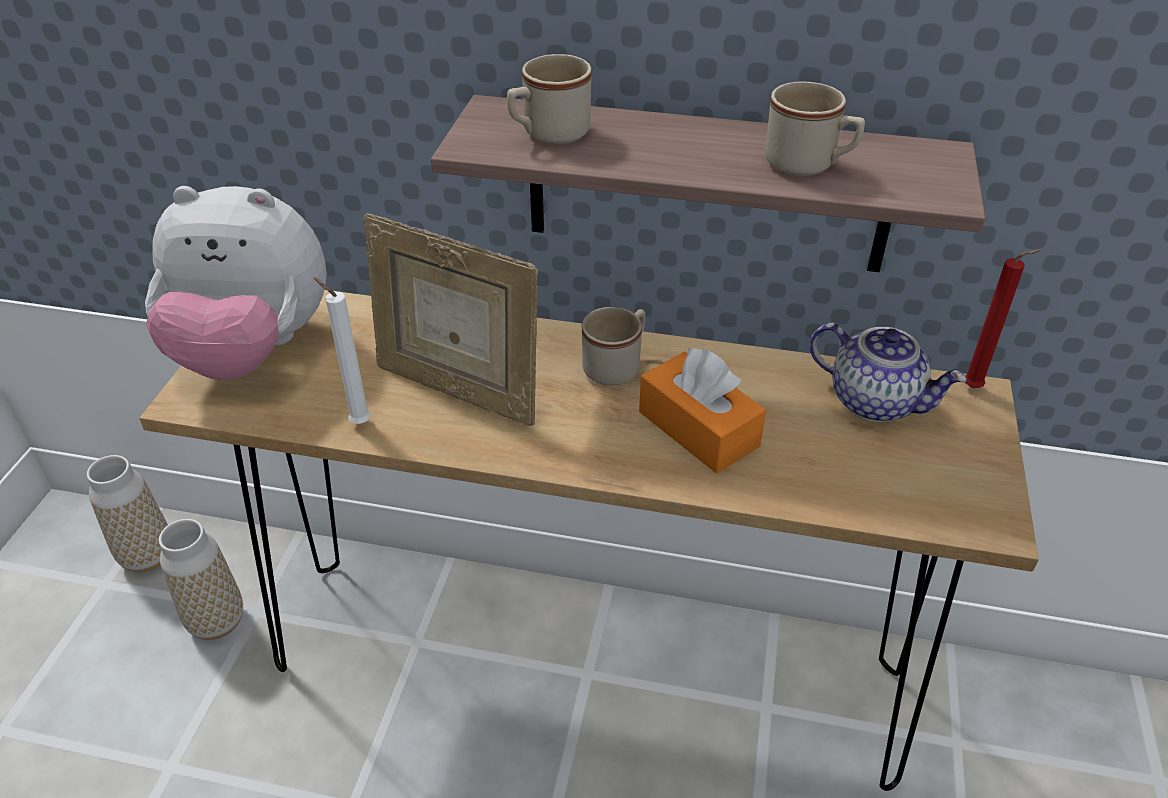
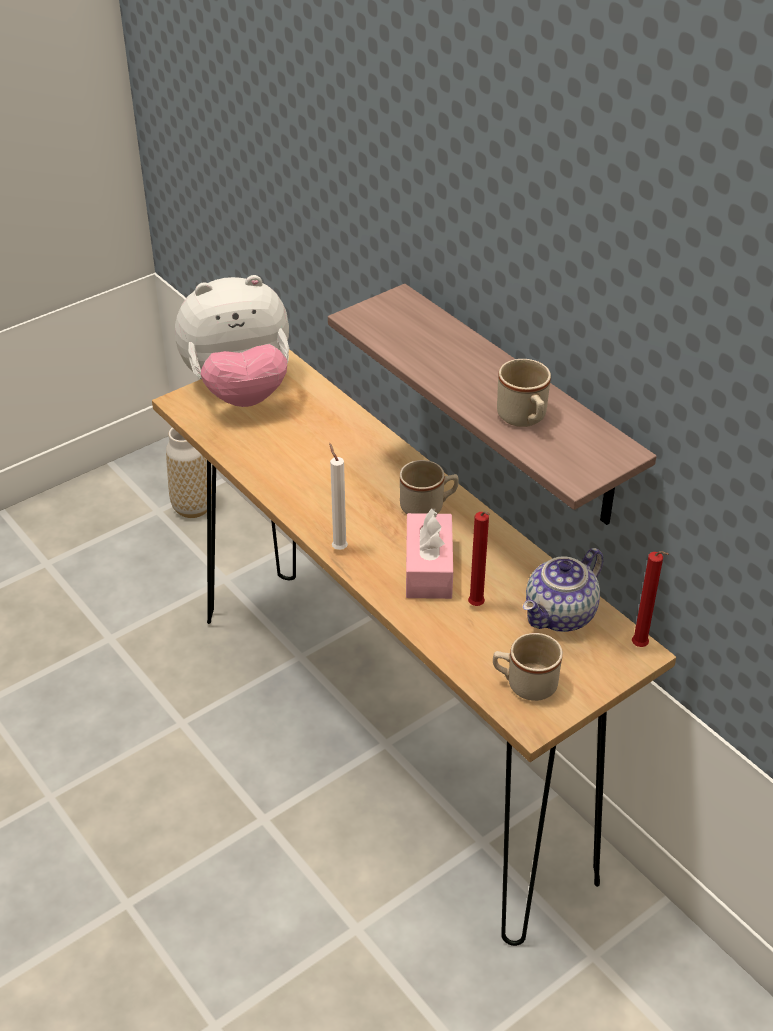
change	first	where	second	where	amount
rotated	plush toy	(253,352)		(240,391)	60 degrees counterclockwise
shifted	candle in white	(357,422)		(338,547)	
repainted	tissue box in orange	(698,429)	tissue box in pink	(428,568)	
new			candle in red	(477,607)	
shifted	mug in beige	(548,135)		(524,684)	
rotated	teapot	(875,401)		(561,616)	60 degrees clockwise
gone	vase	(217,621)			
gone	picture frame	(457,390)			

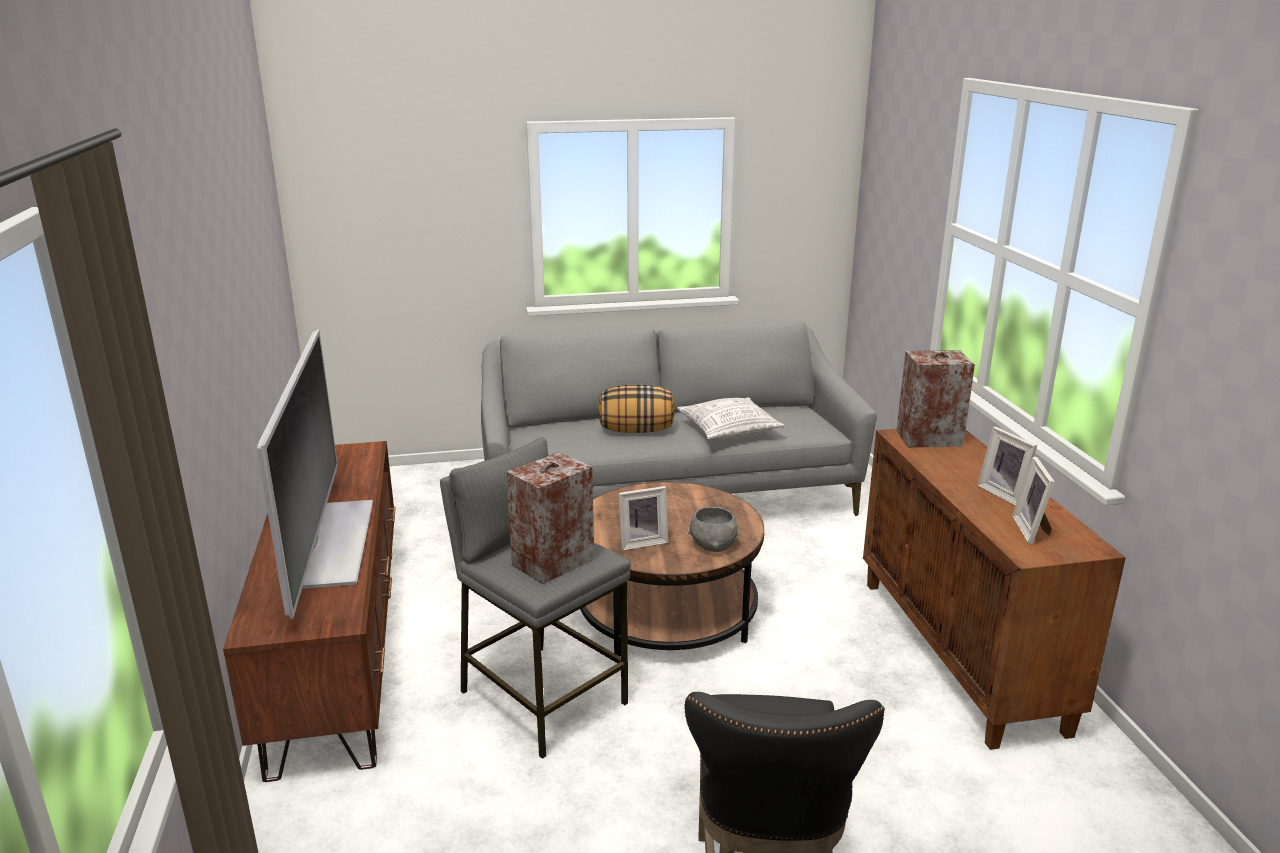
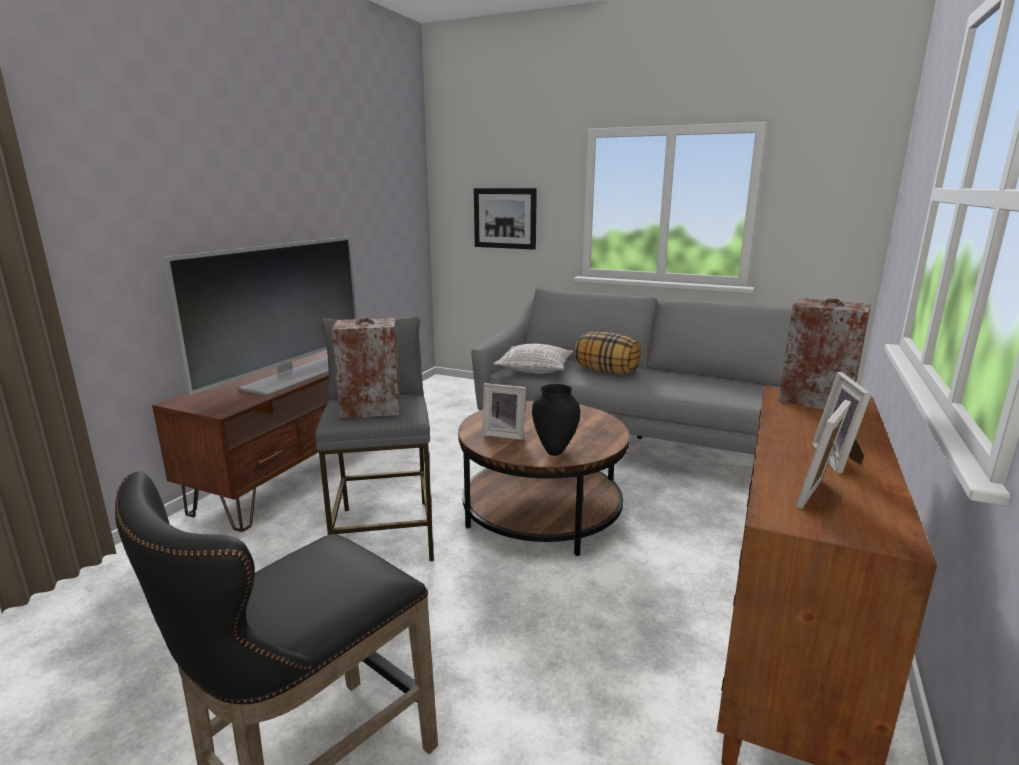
change	first	where	second	where	amount
new			picture	(505,218)	
shifted	pillow	(729,431)		(535,369)	
swapped	bowl in grey	(713,545)	vase in black	(555,451)	

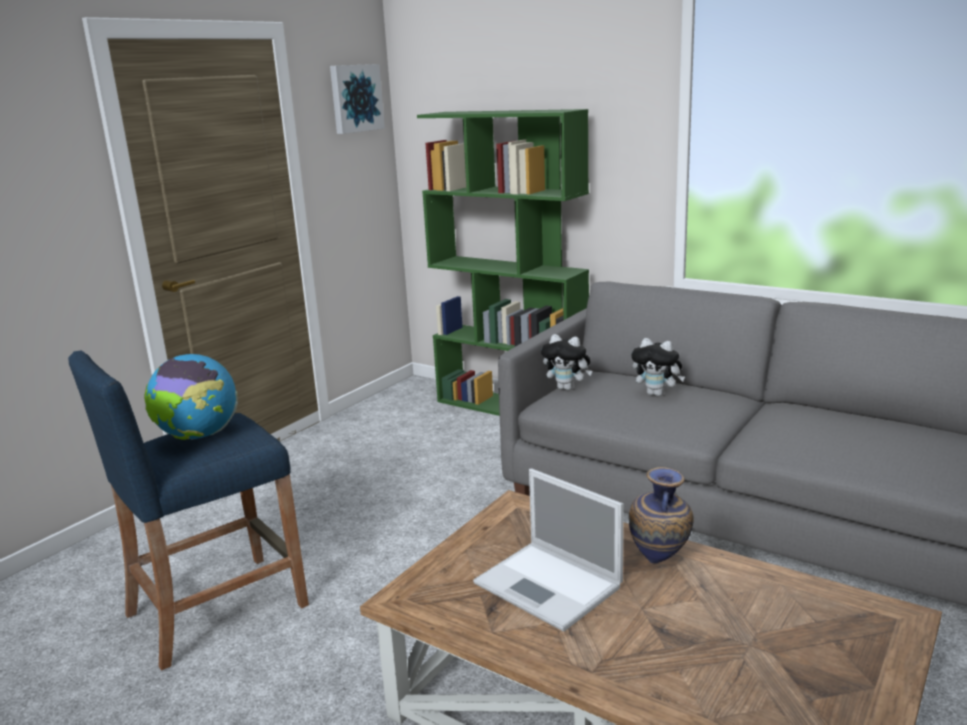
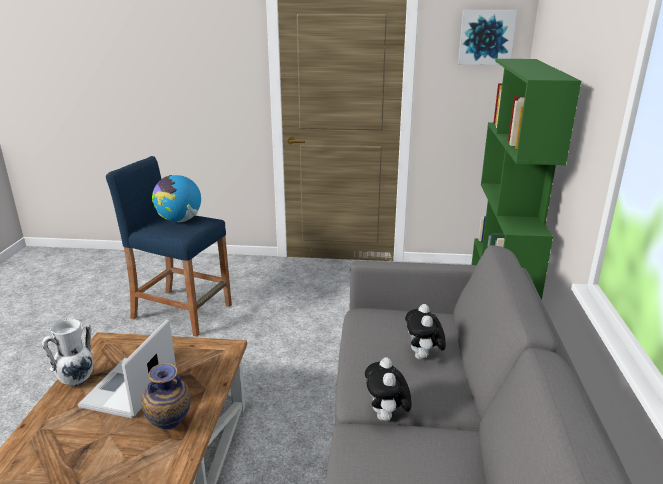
change	first	where	second	where	amount
new			vase in white	(78,380)	
shifted	plush toy	(567,388)		(386,417)	

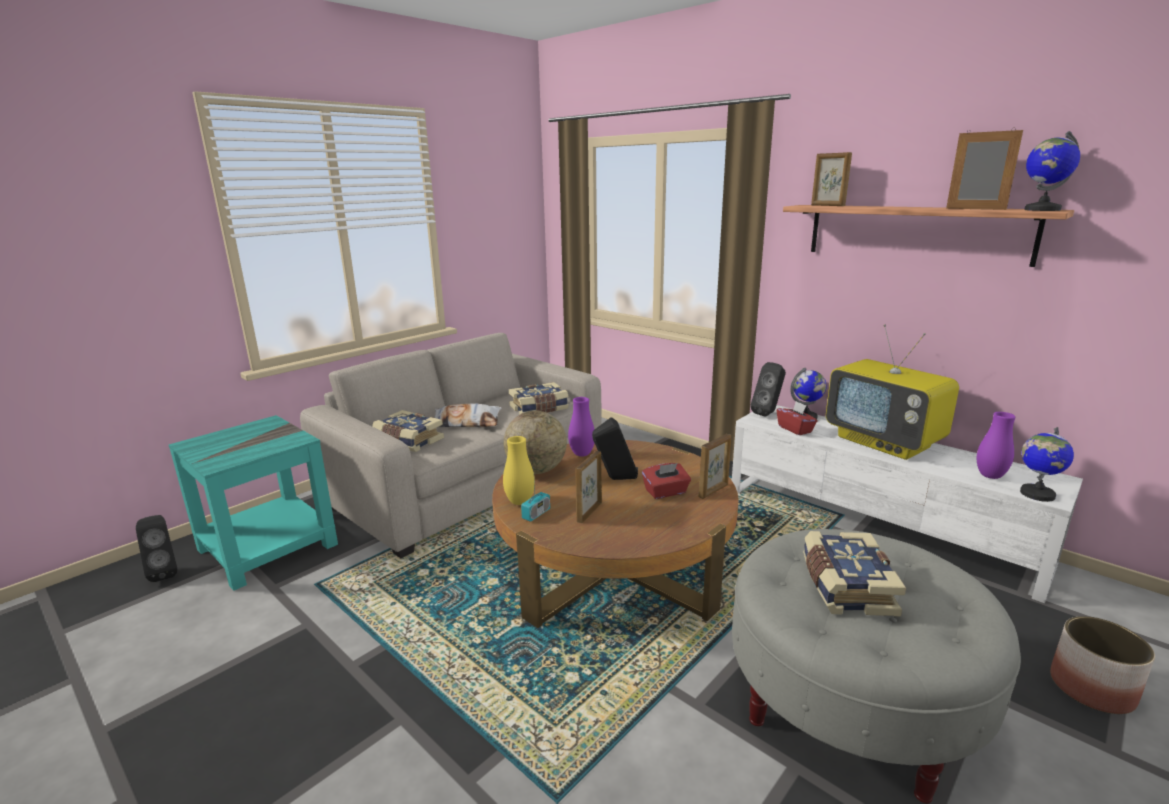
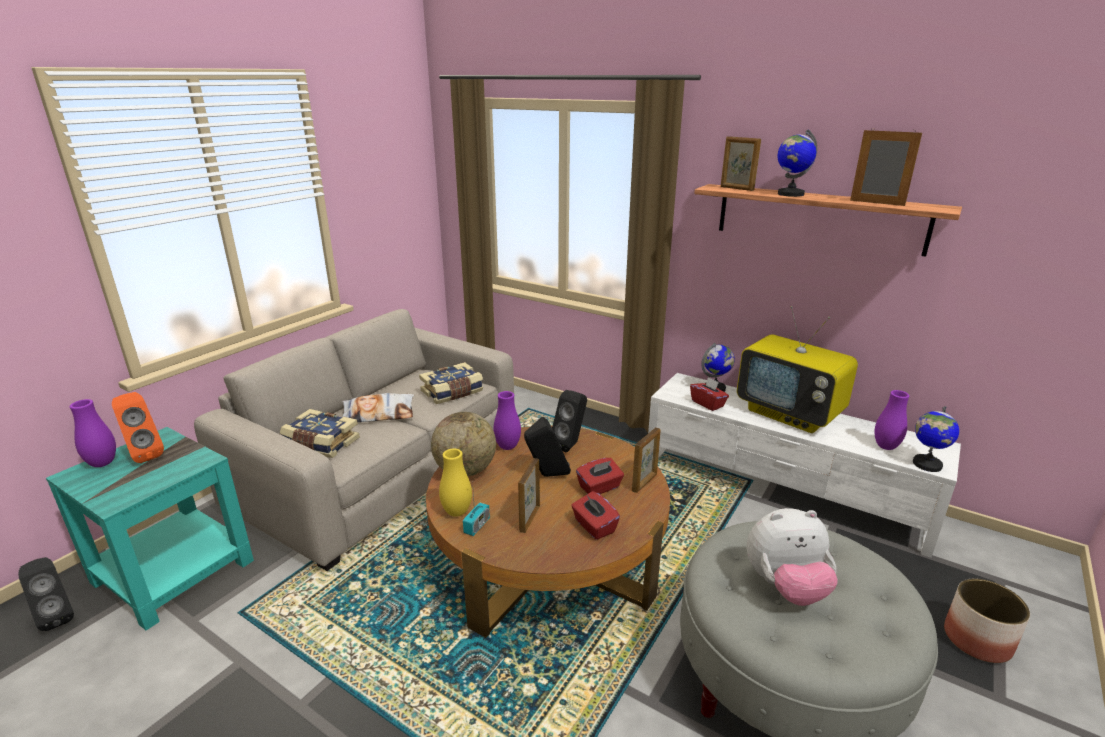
change	first	where	second	where	amount
new			vase in purple	(103,463)	
new			speaker in orange	(144,455)	
shifted	speaker in black	(768,413)		(570,445)	
new			tissue box in red	(594,526)	
swapped	book	(845,586)	plush toy	(785,587)	
shifted	globe	(1041,210)		(790,194)	

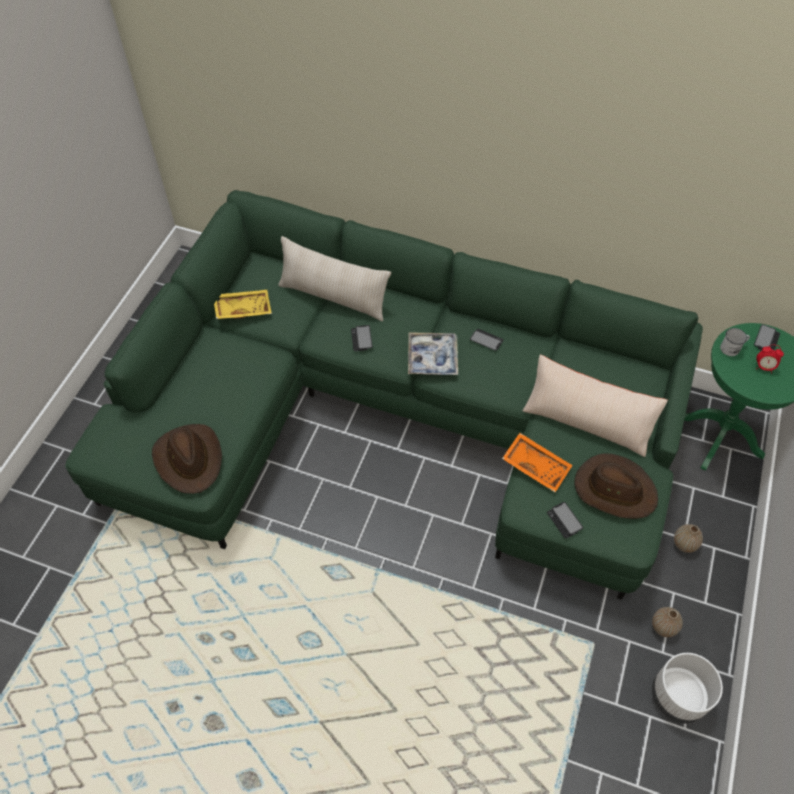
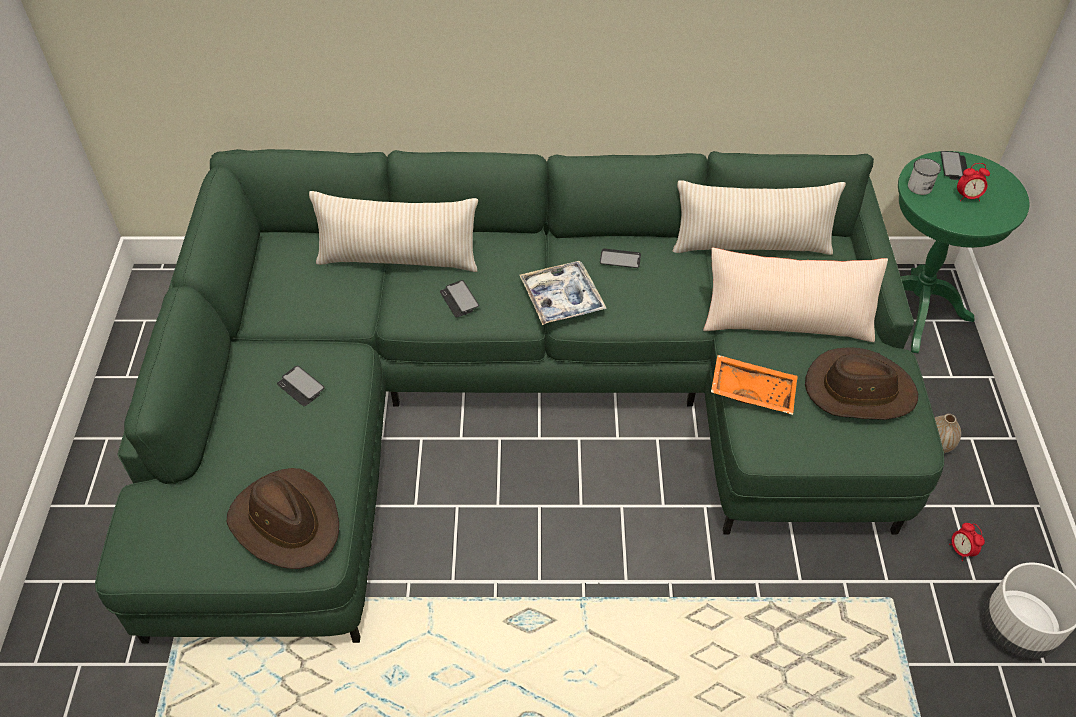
change	first	where	second	where	amount
shifted	phone	(564,520)		(301,387)	
new			pillow in beige	(751,245)	
swapped	vase	(663,627)	alarm clock	(960,550)	
gone	tray in yellow	(243,308)			

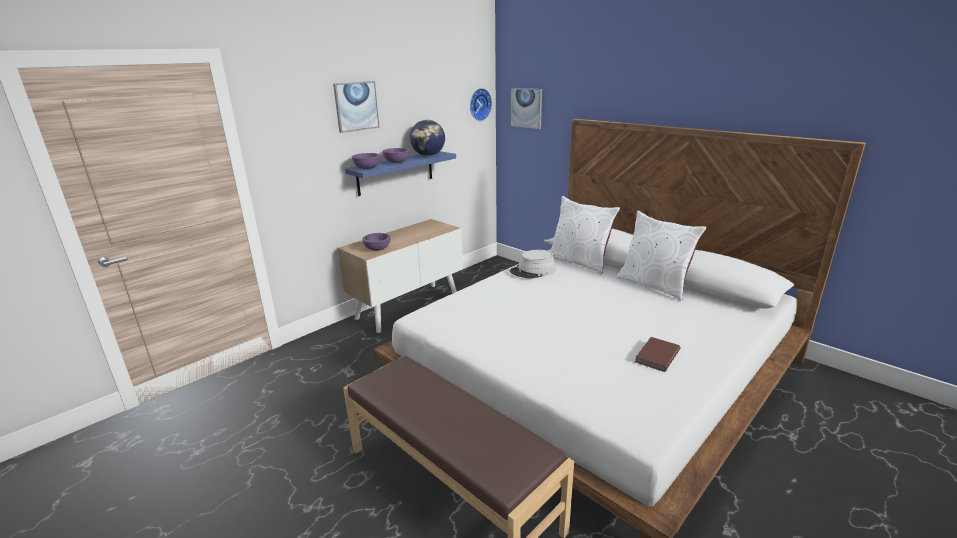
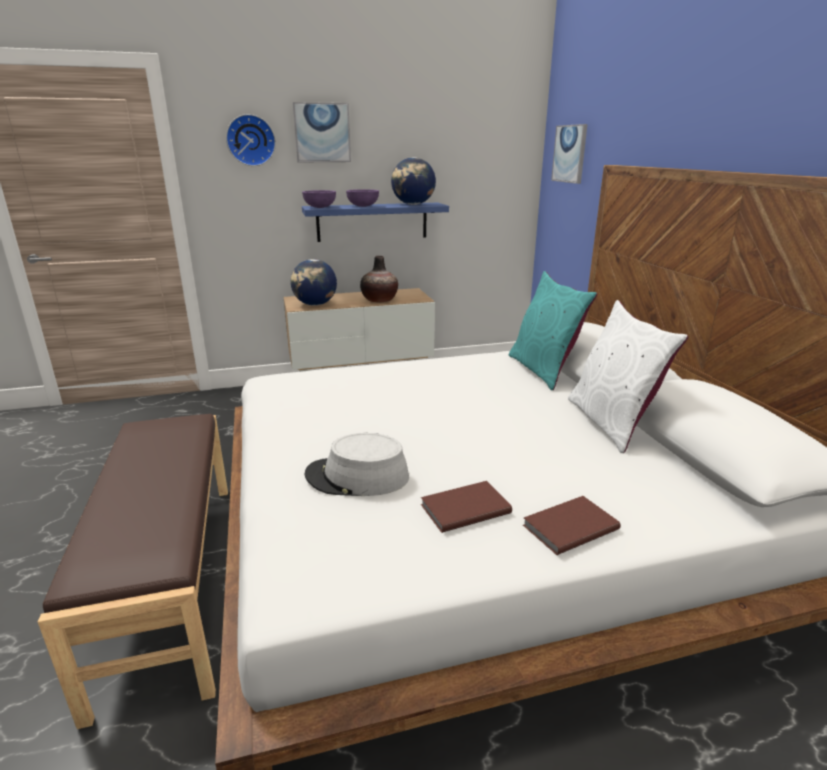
change	first	where	second	where	amount
shifted	wall clock	(479,104)		(251,140)	
swapped	bowl in purple	(377,249)	globe	(315,304)	
shifted	hat in grey	(533,271)		(357,477)	
new			vase	(379,300)	
repainted	pillow in white	(579,262)	pillow in turquoise	(543,370)	
new			book in brown	(568,526)	

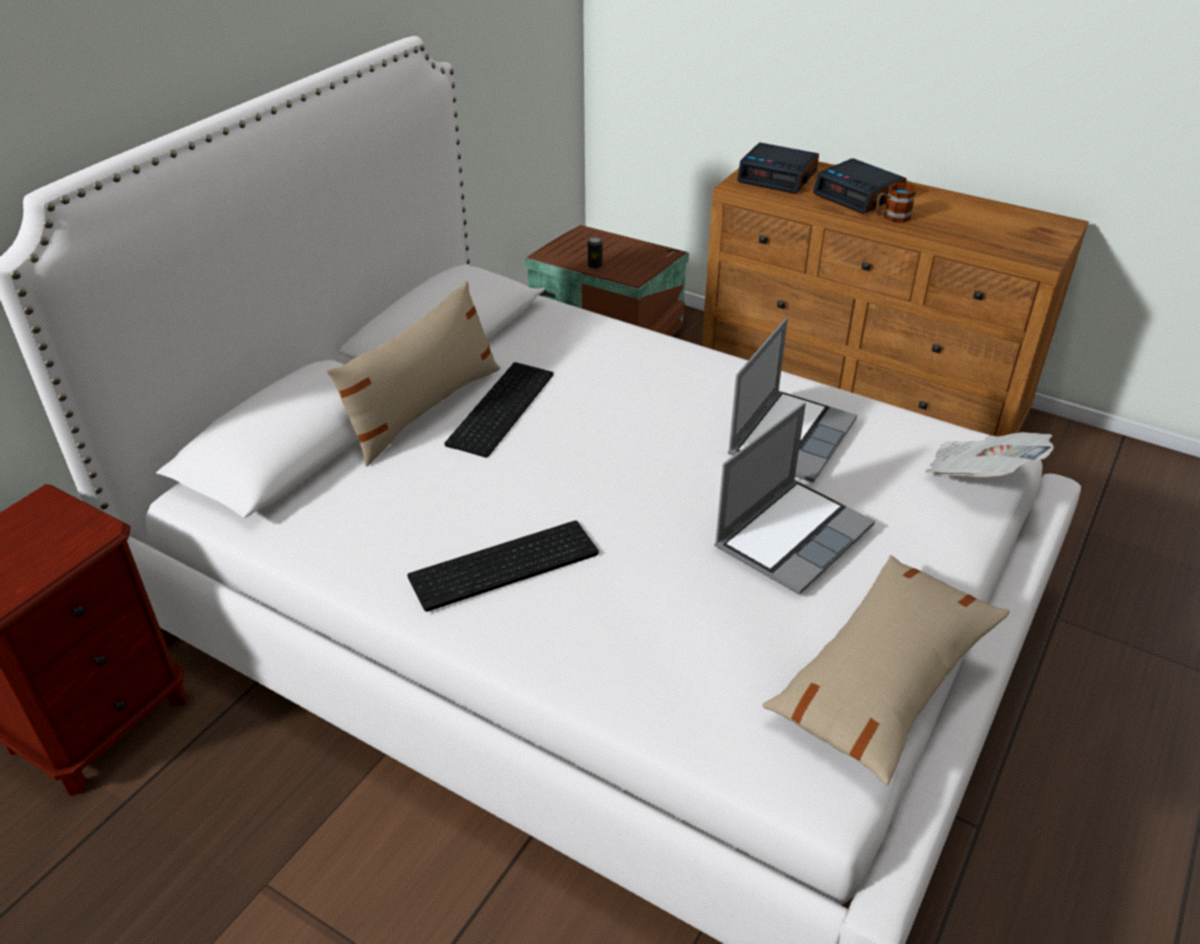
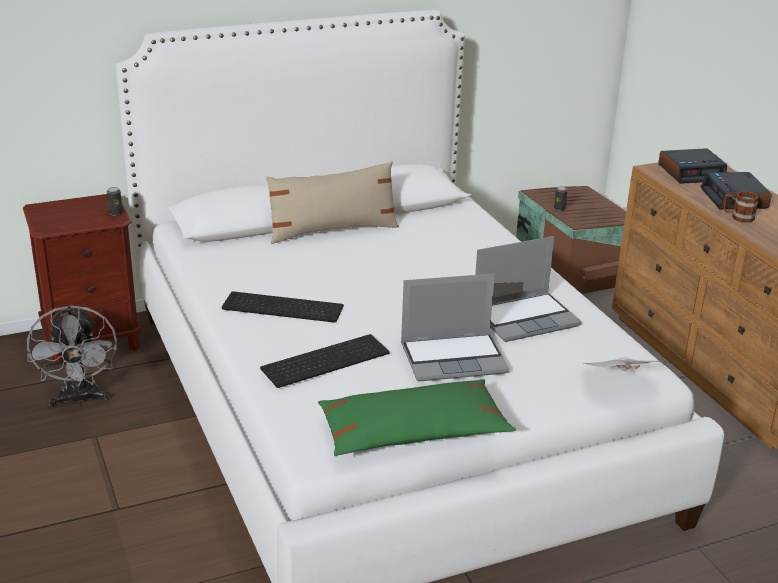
change	first	where	second	where	amount
new			fan in grey	(80,399)	
new			can	(115,213)	
shifted	keyboard	(499,407)		(325,359)	
repainted	pillow in beige	(884,678)	pillow in green	(413,433)	
rotated	alarm clock	(778,177)		(691,172)	75 degrees counterclockwise

